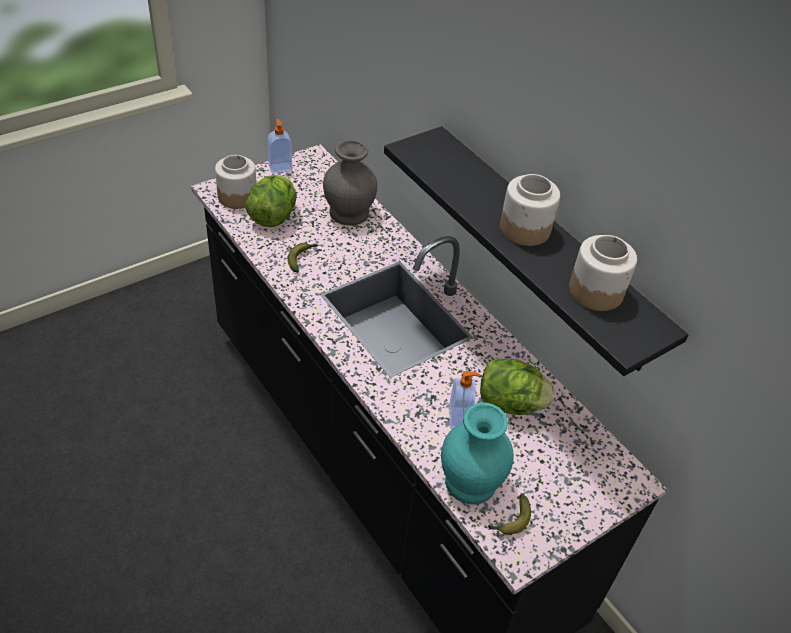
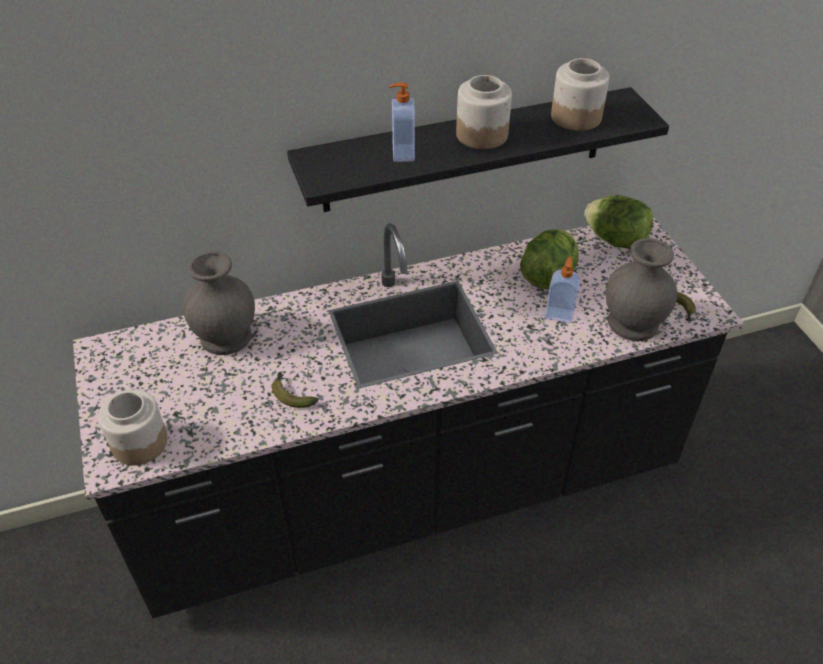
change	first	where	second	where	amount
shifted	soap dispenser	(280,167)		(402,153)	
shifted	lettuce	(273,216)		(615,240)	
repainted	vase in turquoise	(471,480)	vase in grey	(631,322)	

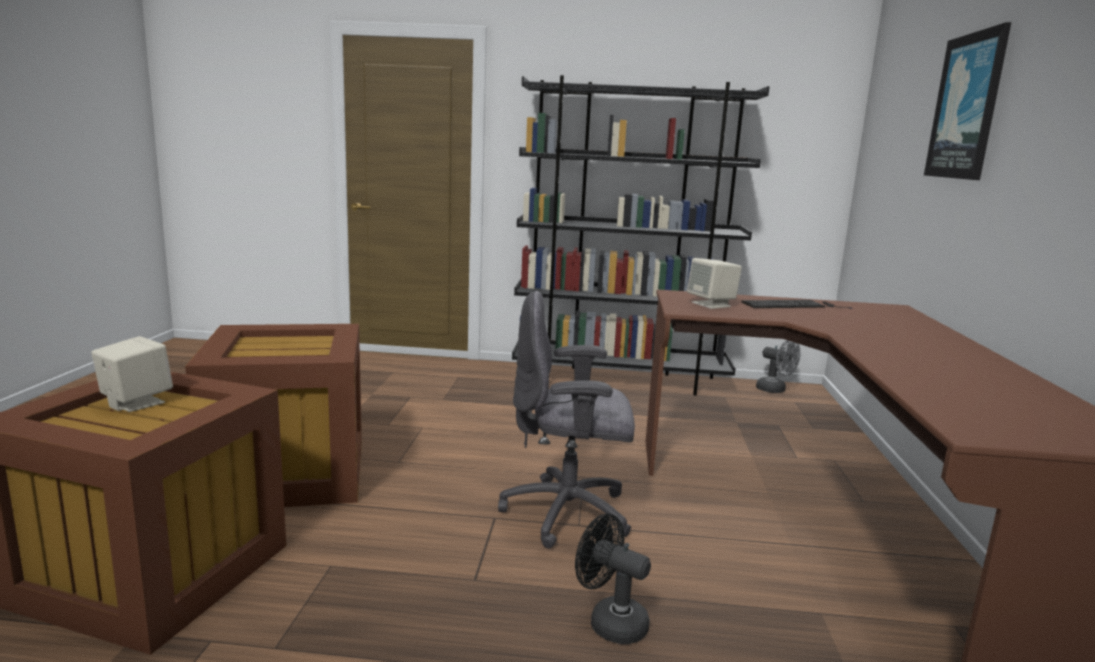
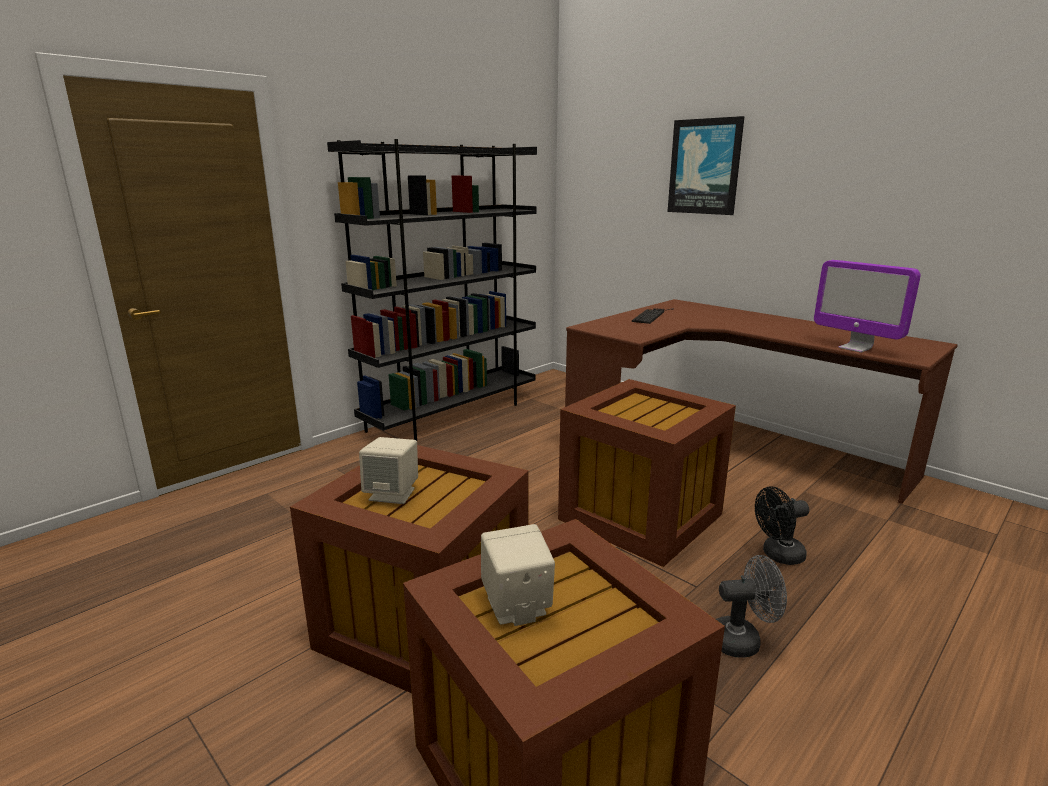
change	first	where	second	where	amount
shifted	speaker in beige	(711,304)		(393,494)	
swapped	office chair in grey	(569,513)	storage box in brown	(638,517)	
shifted	fan in grey	(775,390)		(742,640)	
new			monitor	(855,348)	

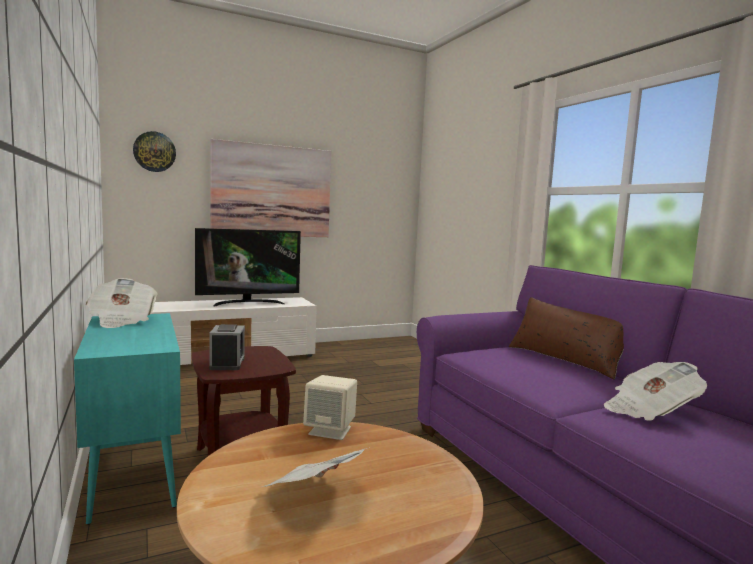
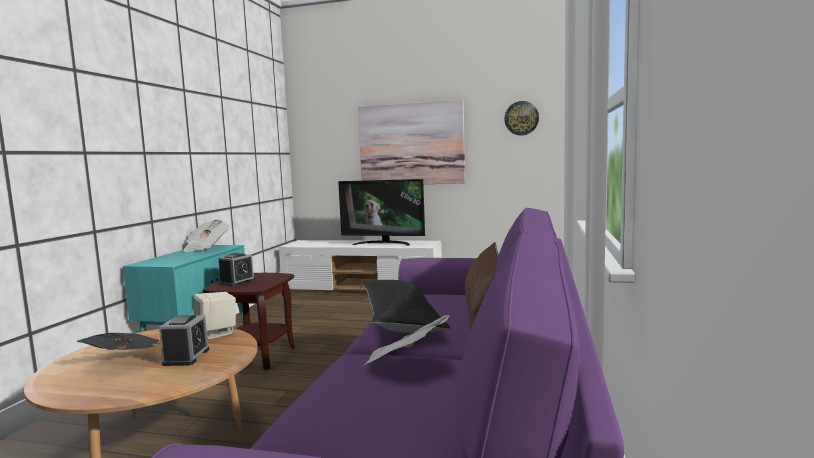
change	first	where	second	where	amount
new			alarm clock	(186,357)	
new			pillow in black	(401,320)	
shifted	wall clock	(154,152)		(521,118)	

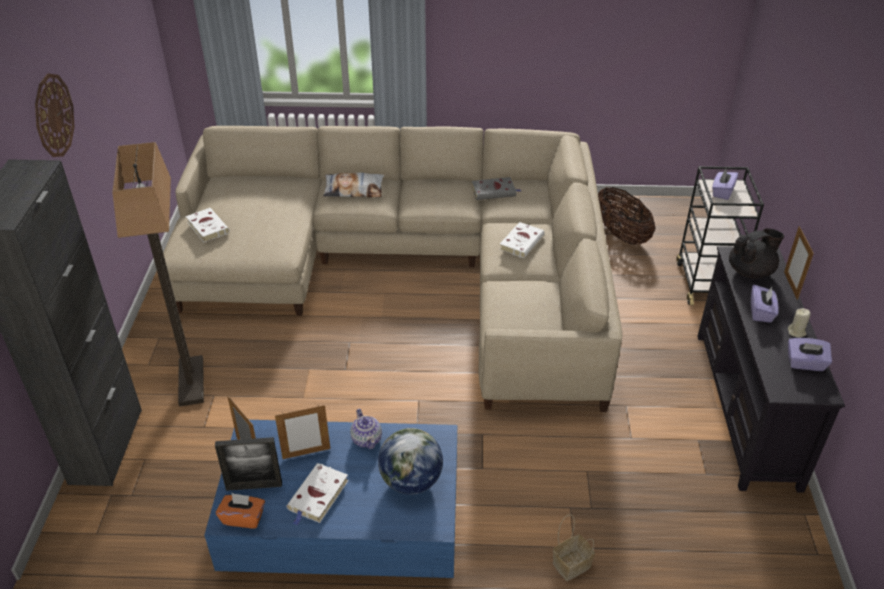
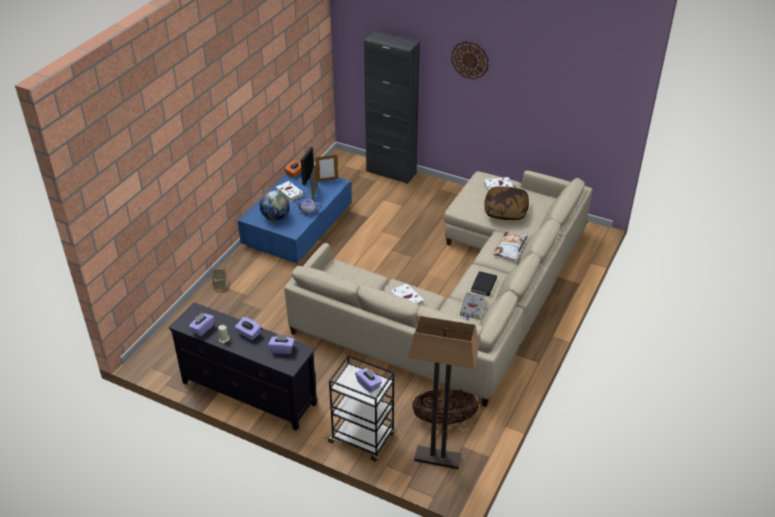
change	first	where	second	where	amount
swapped	teapot in black	(751,271)	tissue box in purple	(282,349)	
shifted	floor lamp	(192,382)		(437,458)	
new			book in black	(484,285)	
new			pillow	(506,210)	
gone	picture frame	(790,285)			

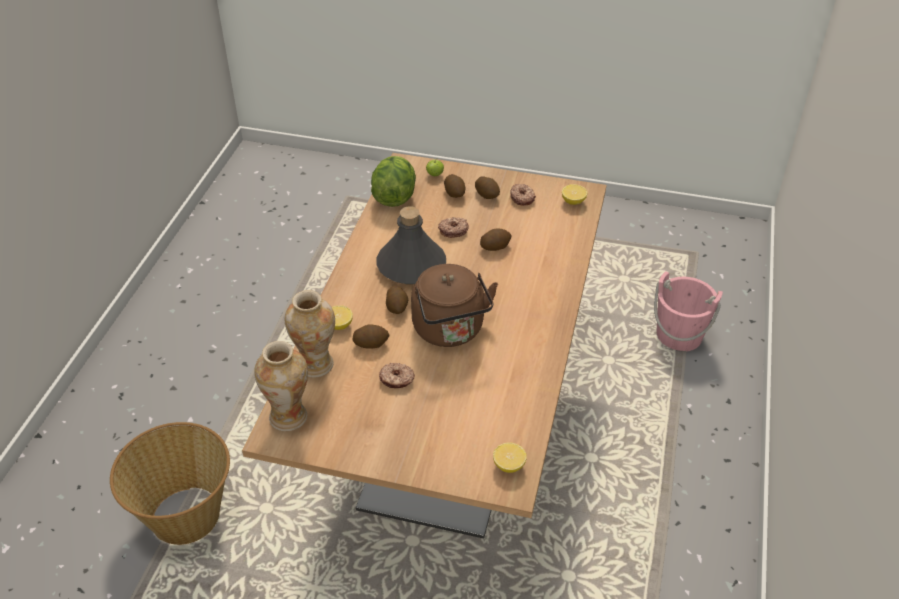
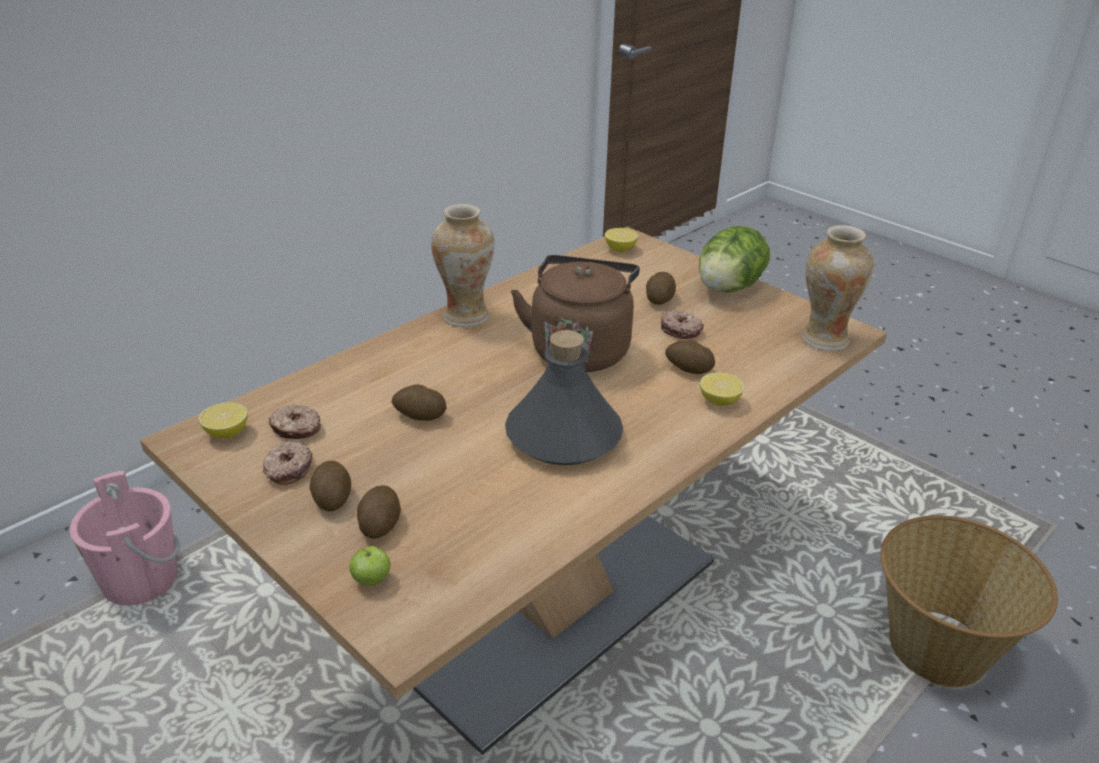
change	first	where	second	where	amount
shifted	donut	(453,230)		(296,429)	
shifted	vase	(316,364)		(465,316)	
shifted	potato	(397,307)		(659,299)	
shifted	lettuce	(394,197)		(728,288)	

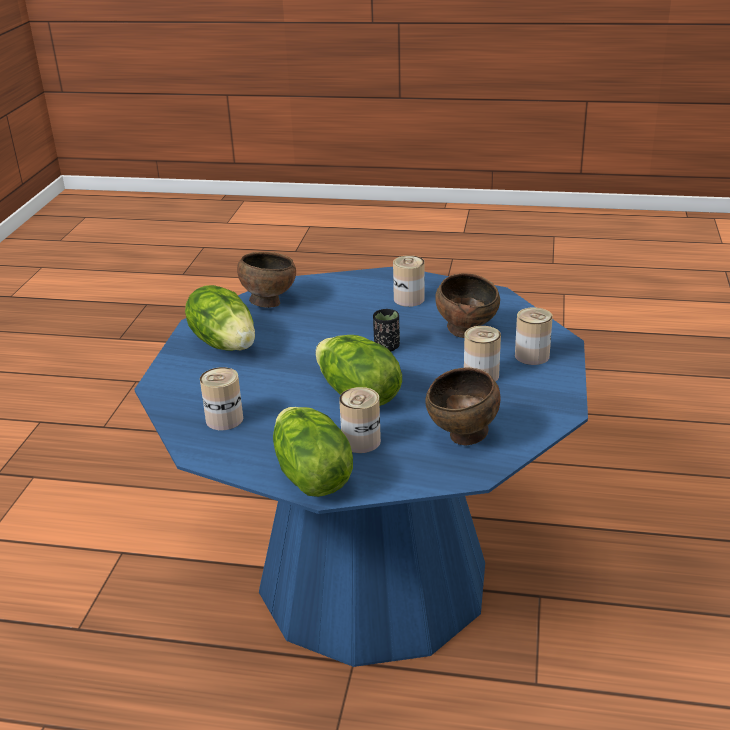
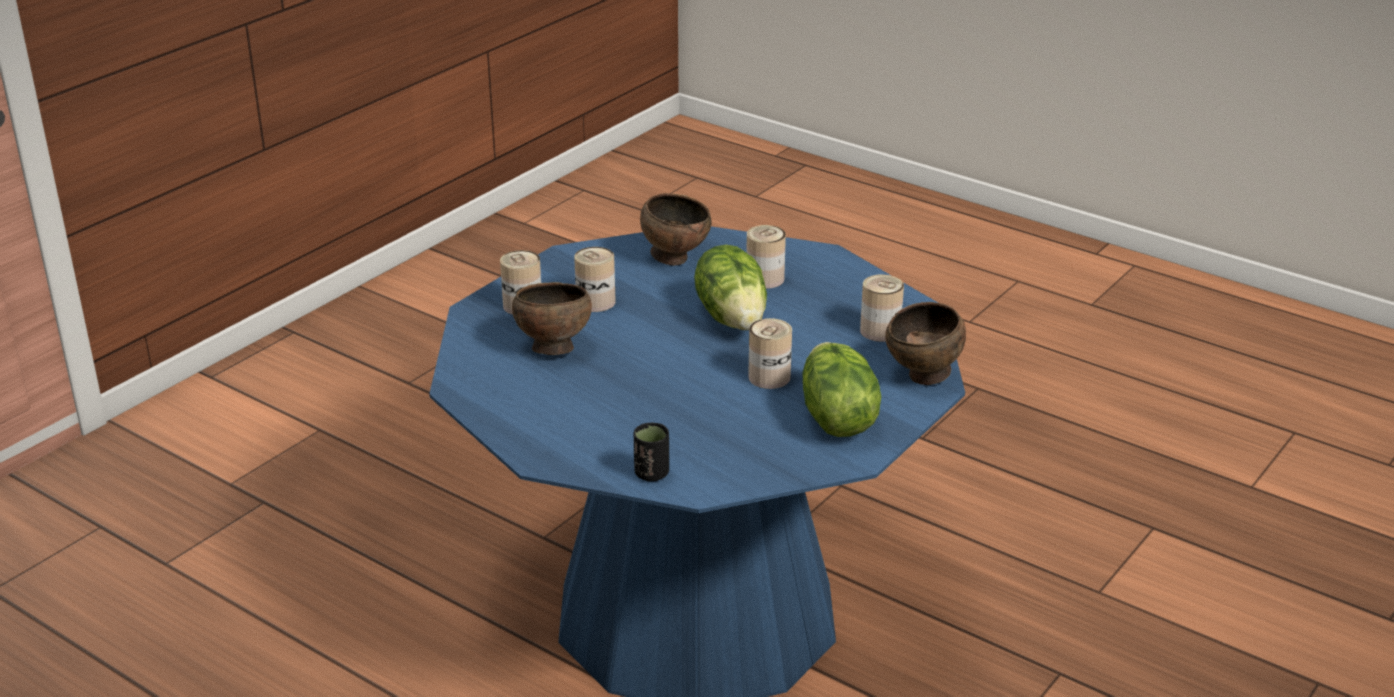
change	first	where	second	where	amount
shifted	cup in black	(387,347)		(651,474)	
shifted	can	(409,299)		(769,377)	
shifted	bowl in brown	(268,303)		(923,377)	
gone	lettuce	(310,477)			

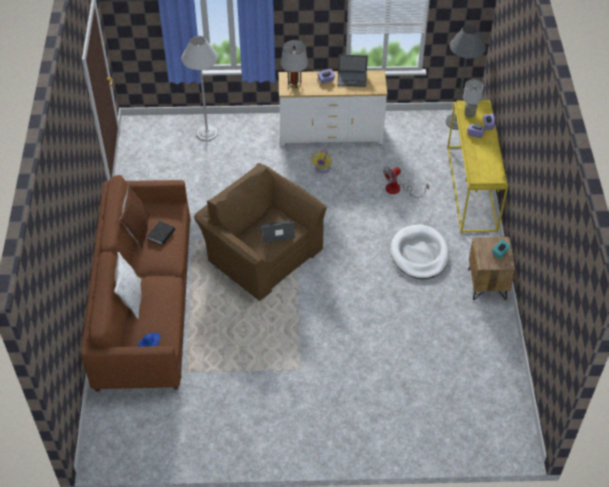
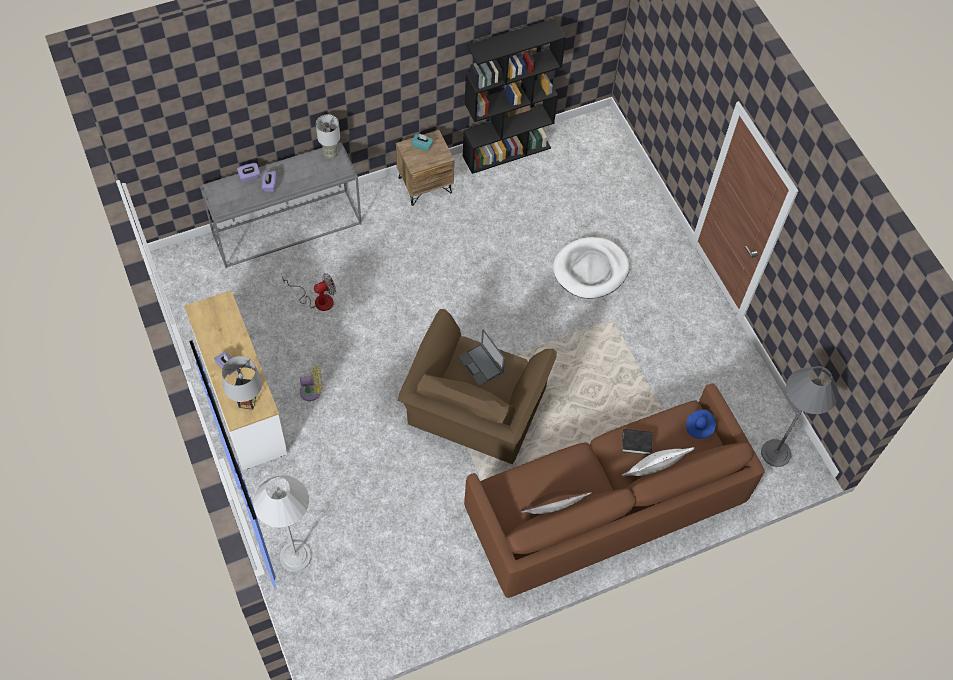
change	first	where	second	where	amount
repainted	console table in yellow	(472,189)	console table in grey	(287,227)	
rotated	fan	(398,190)		(317,300)	60 degrees counterclockwise
shifted	table lamp in grey	(469,114)		(330,154)	
new			bookcase in black	(507,151)	
shifted	dog bed in white	(419,254)		(590,270)	
shifted	book in black	(161,235)		(636,443)	
shifted	floor lamp in grey	(456,122)		(775,453)	
gone	laptop	(352,79)			

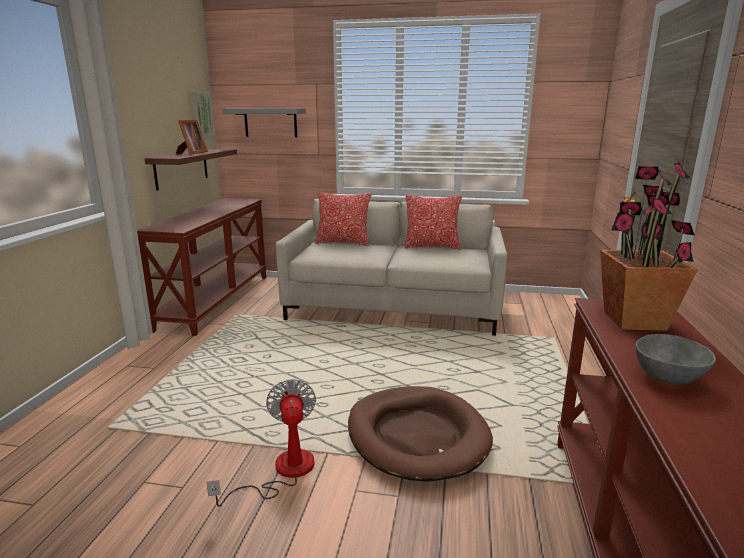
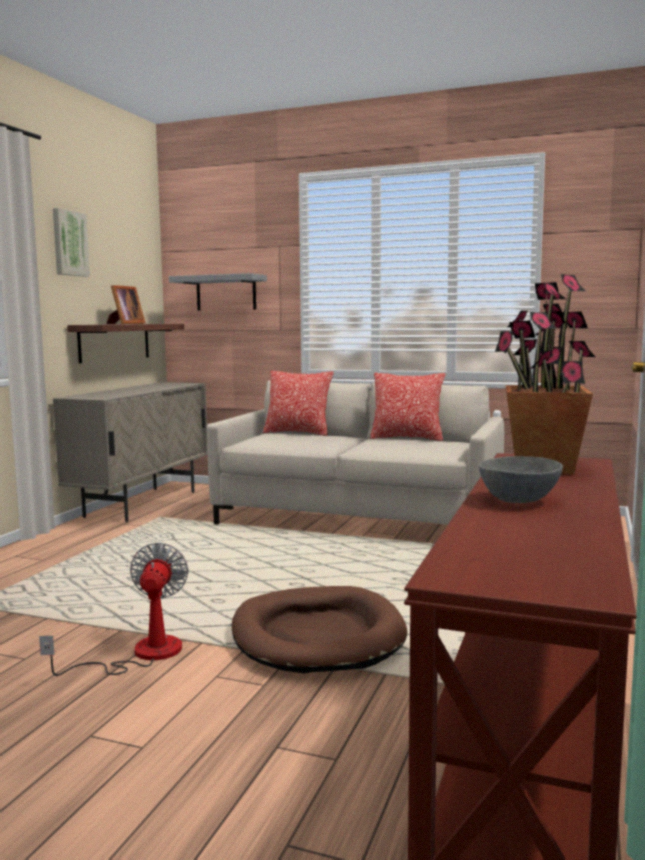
change	first	where	second	where	amount
shifted	picture	(201,116)		(69,243)	
swapped	console table in brown	(215,300)	cabinet in beige	(142,504)	

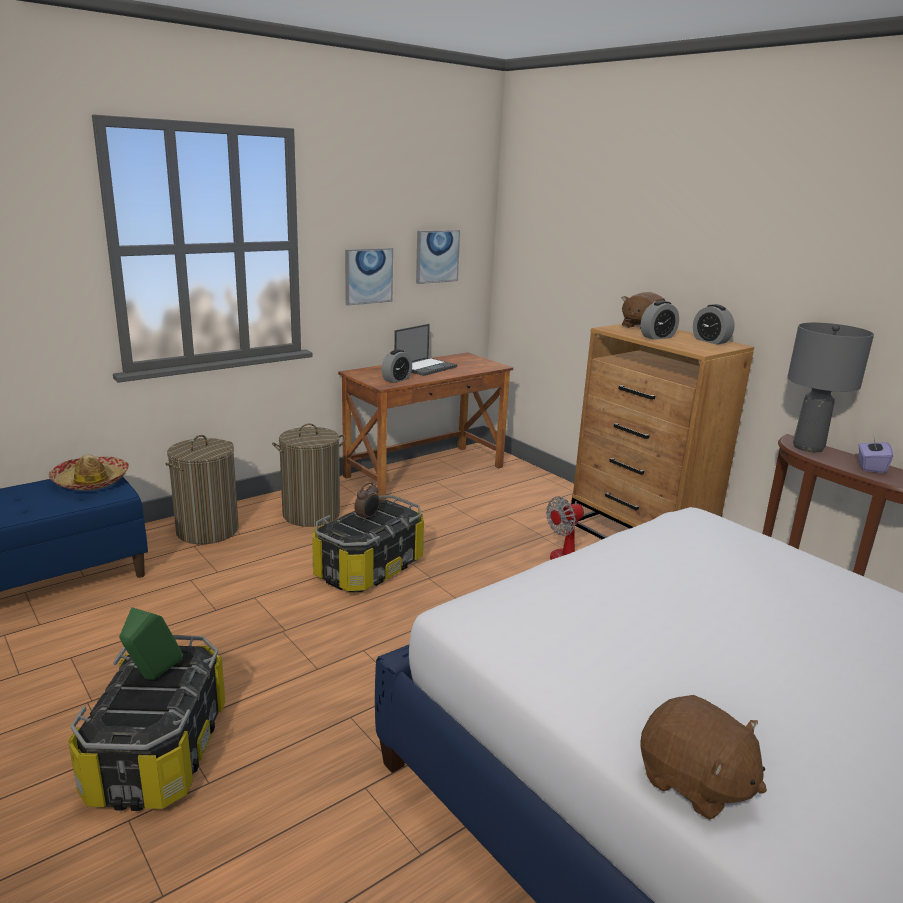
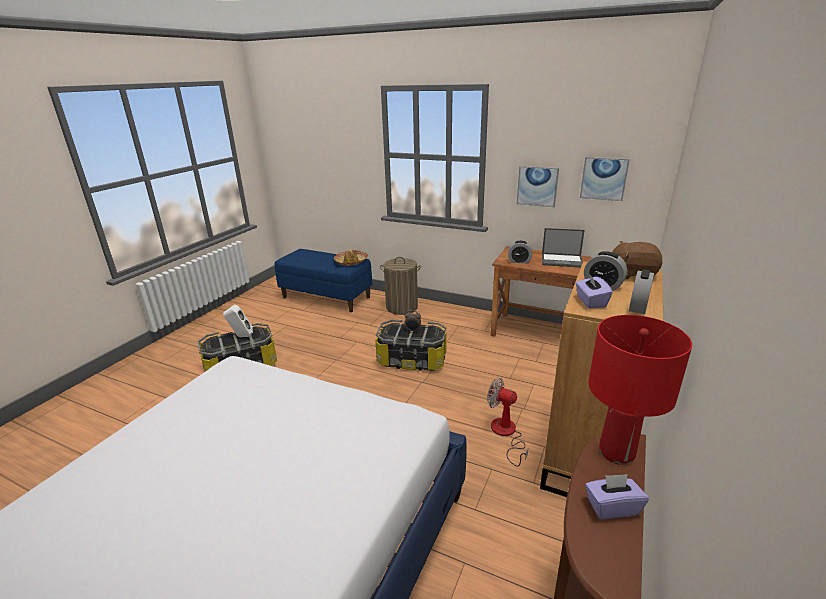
change	first	where	second	where	amount
repainted	speaker in green	(152,678)	speaker in white	(241,336)	
new			tissue box in purple	(590,301)	
repainted	table lamp in grey	(808,447)	table lamp in red	(616,453)	
gone	laundry basket	(311,514)			
gone	plush toy in brown	(694,783)			

